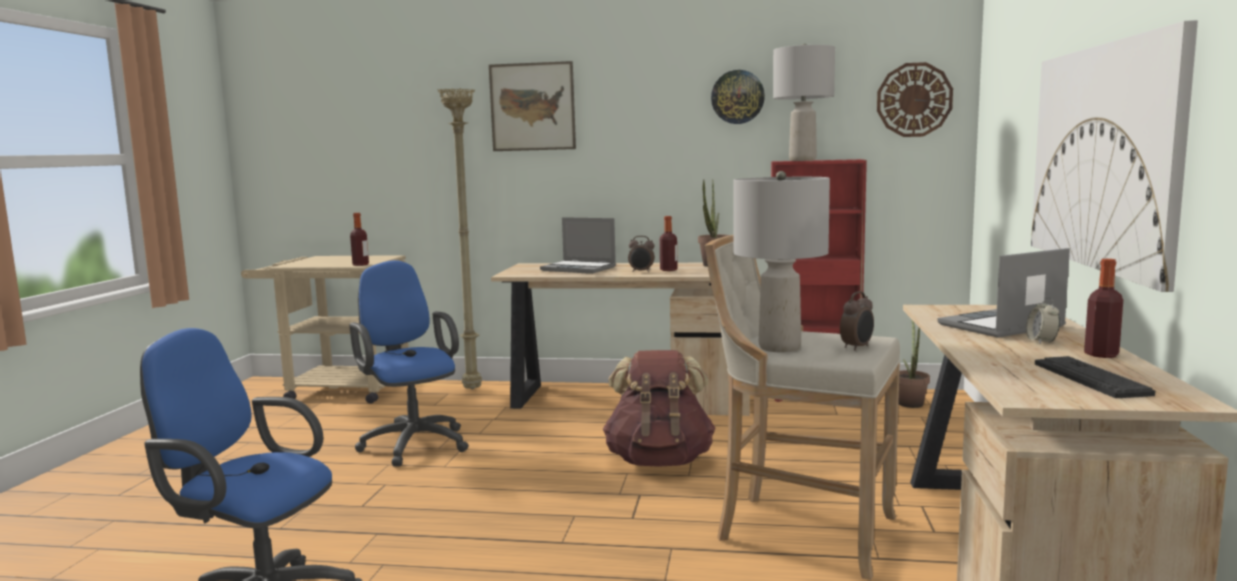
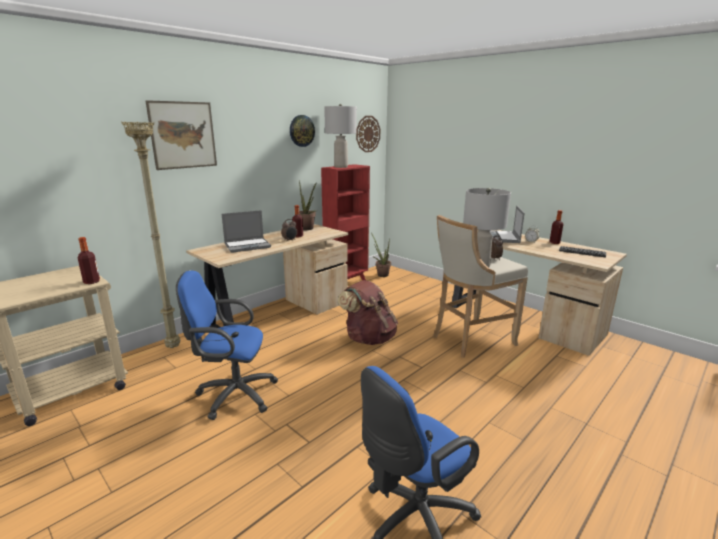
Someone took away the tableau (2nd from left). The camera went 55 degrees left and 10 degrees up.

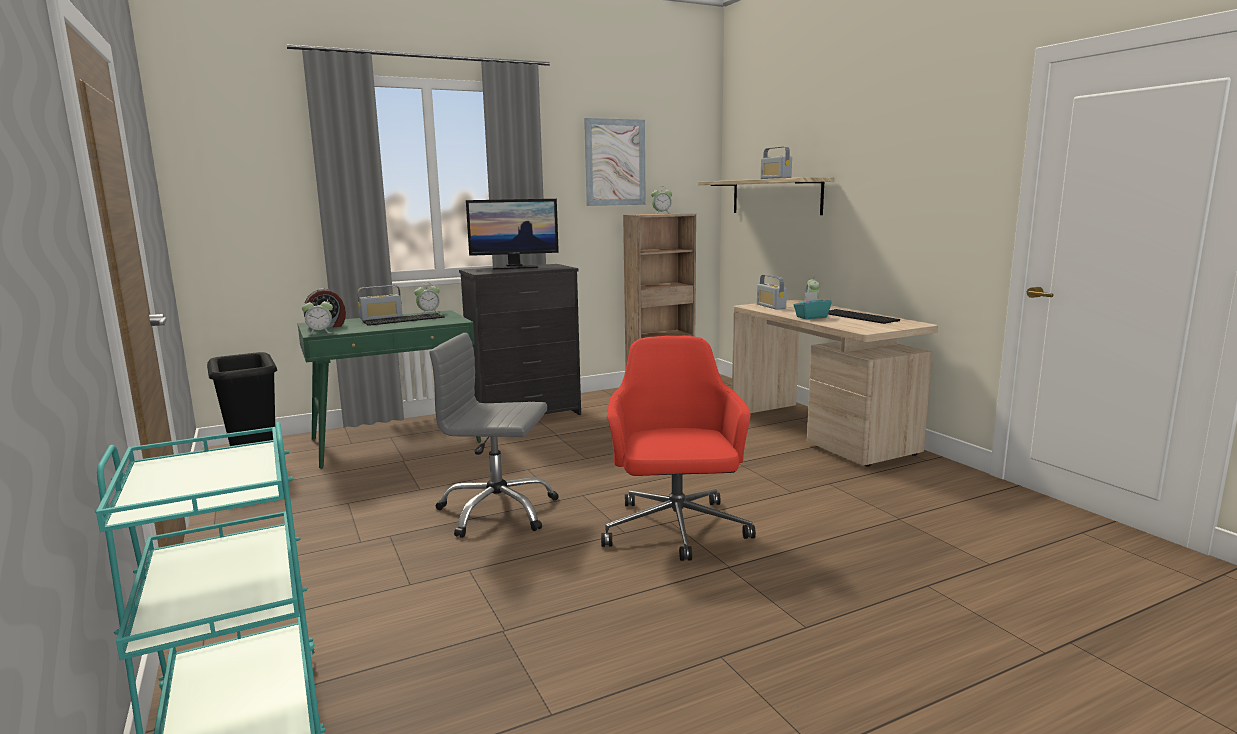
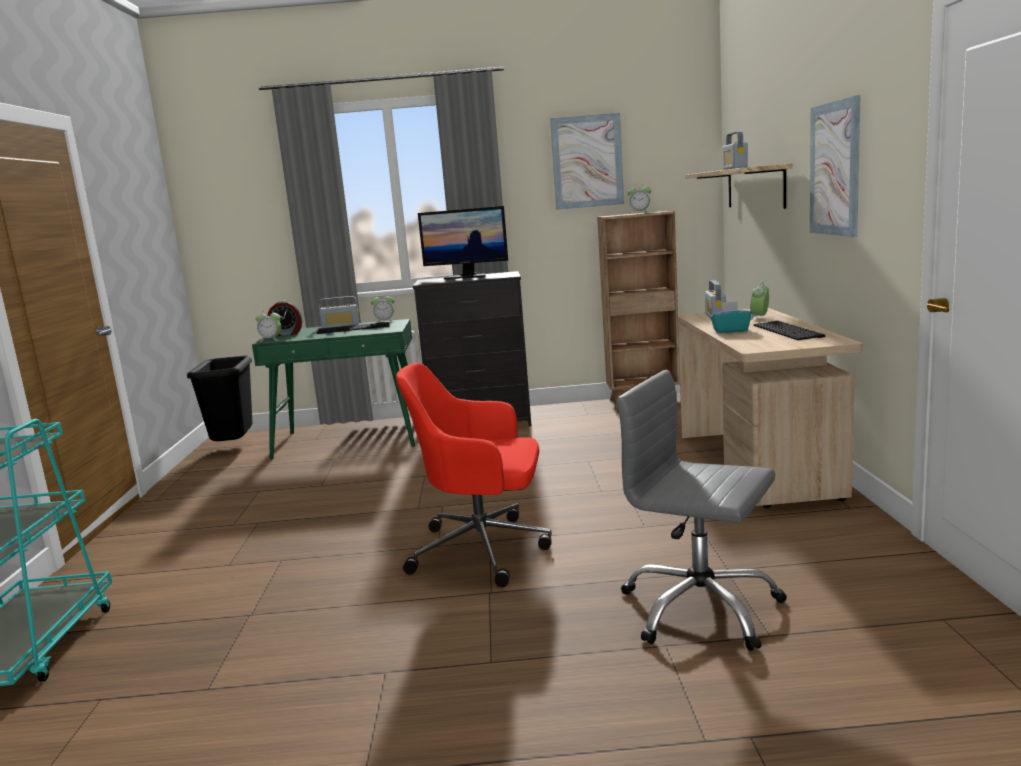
Someone carried the chaise de bureau (gris). Someone rotated the chaise de bureau (rouge) by 105 degrees counterclockwise. Someone put up the tableau (2nd from left). The camera went 25 degrees right and 0 degrees up.

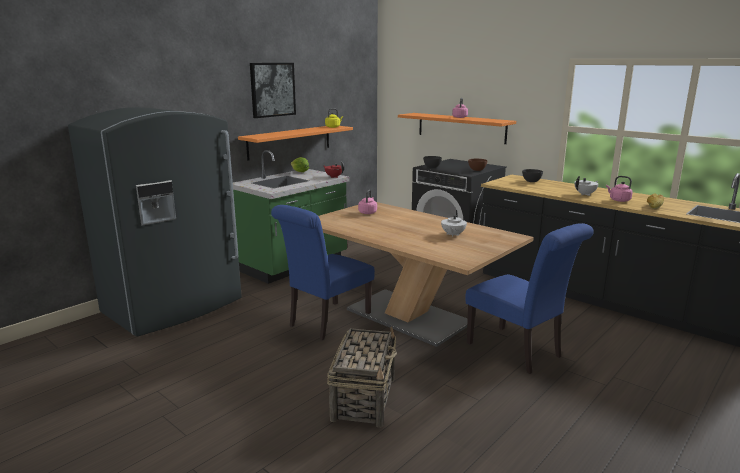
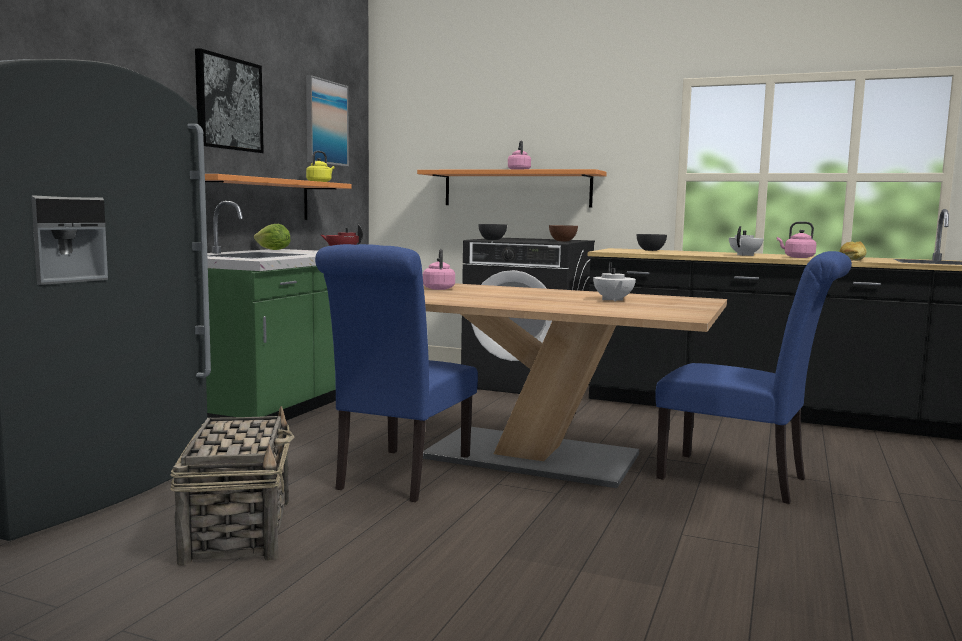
Someone carried the panier. Someone put up the tableau (2nd from left). The camera went 20 degrees left and 10 degrees down.

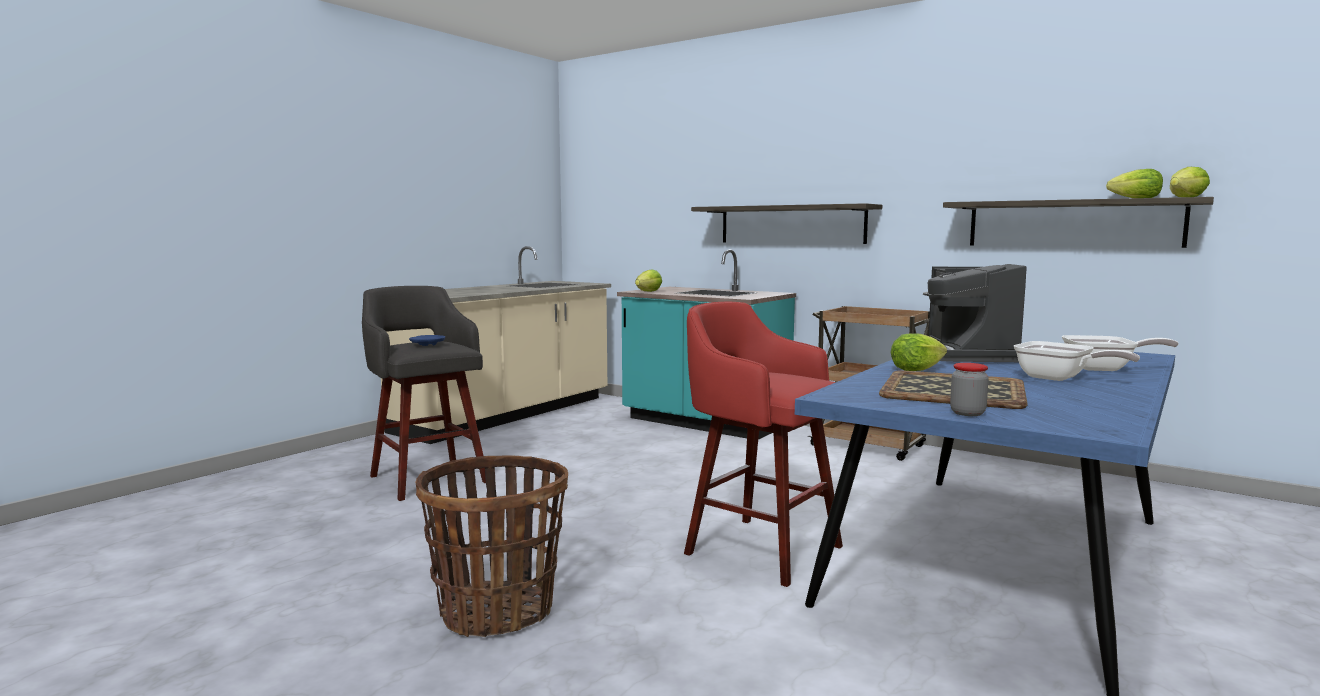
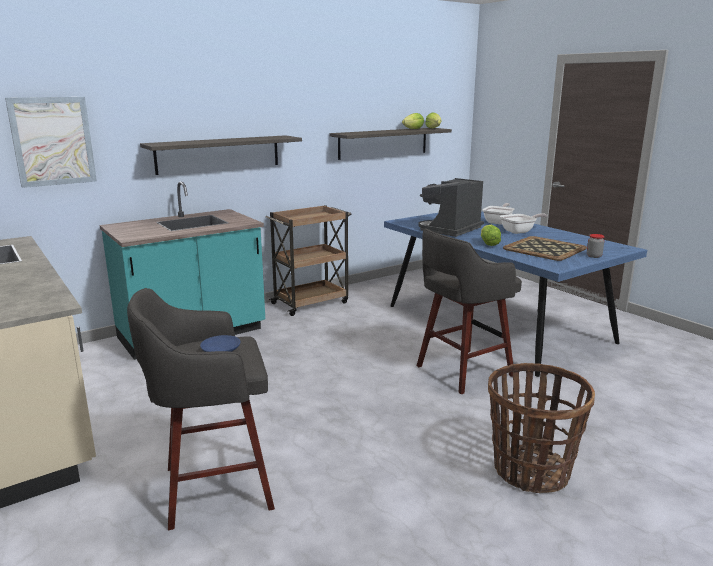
Someone rotated the machine à café by 105 degrees clockwise. Someone took away the laitue (1st from left). Someone repainted the tabouret (rouge), which became the tabouret (gris) (2nd from left). Someone put up the tableau. The camera went 70 degrees left and 10 degrees up.

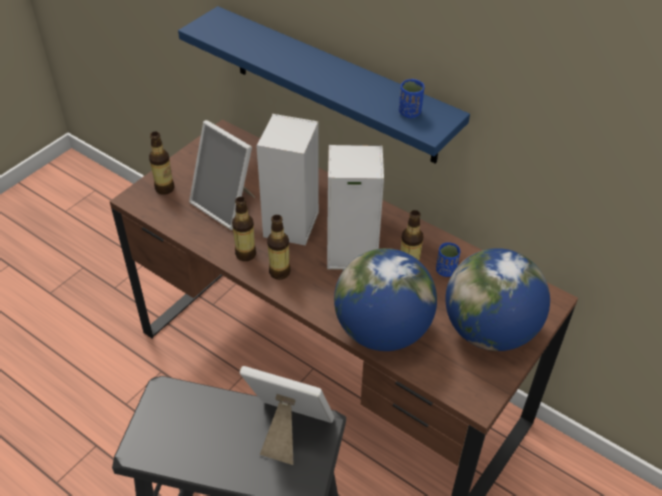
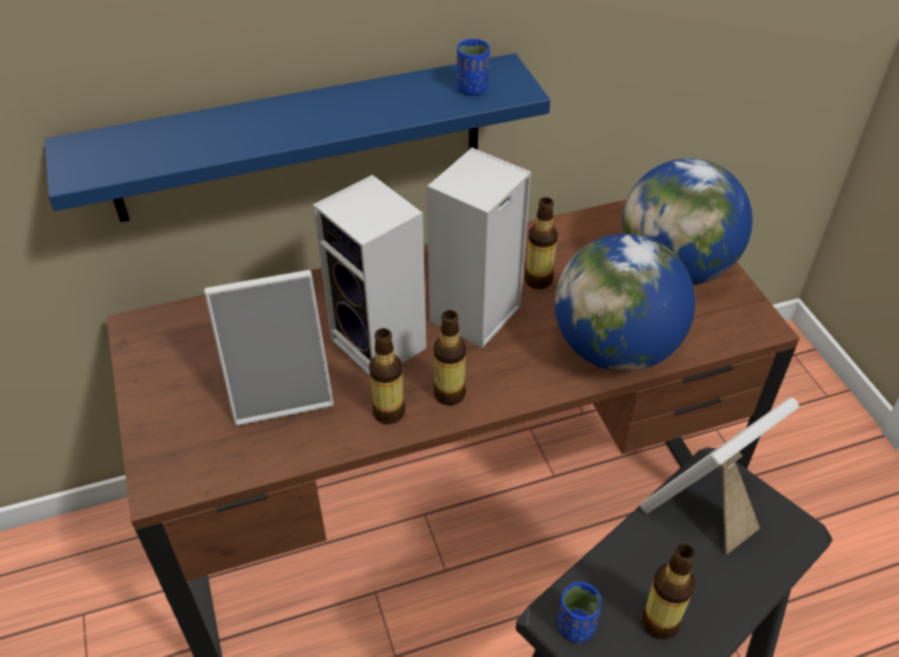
Someone carried the bouteille (1st from left in the first image). Someone carried the tasse (bleu) (2nd from left). The camera went 55 degrees left and 0 degrees up.

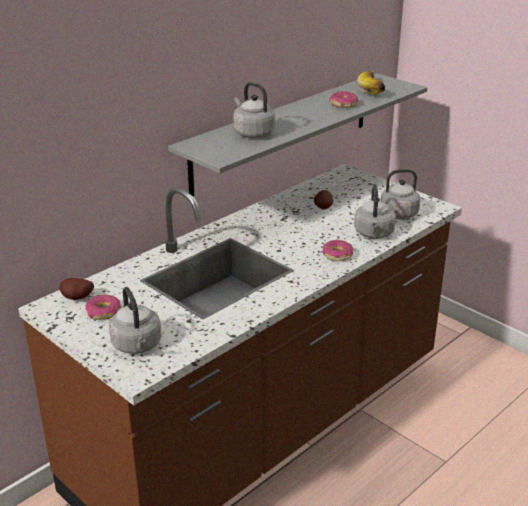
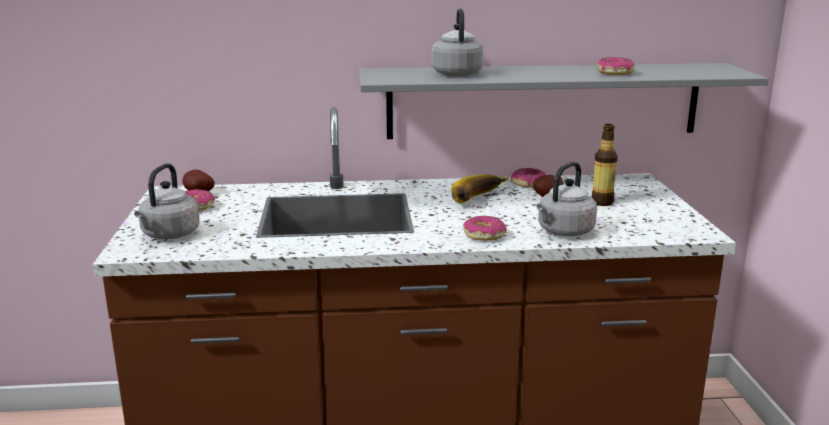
Someone carried the banane. Someone took away the bouilloire (gris) (4th from left). Someone put down the bouteille. Someone put down the beignet (3rd from left). The camera went 40 degrees right and 10 degrees down.

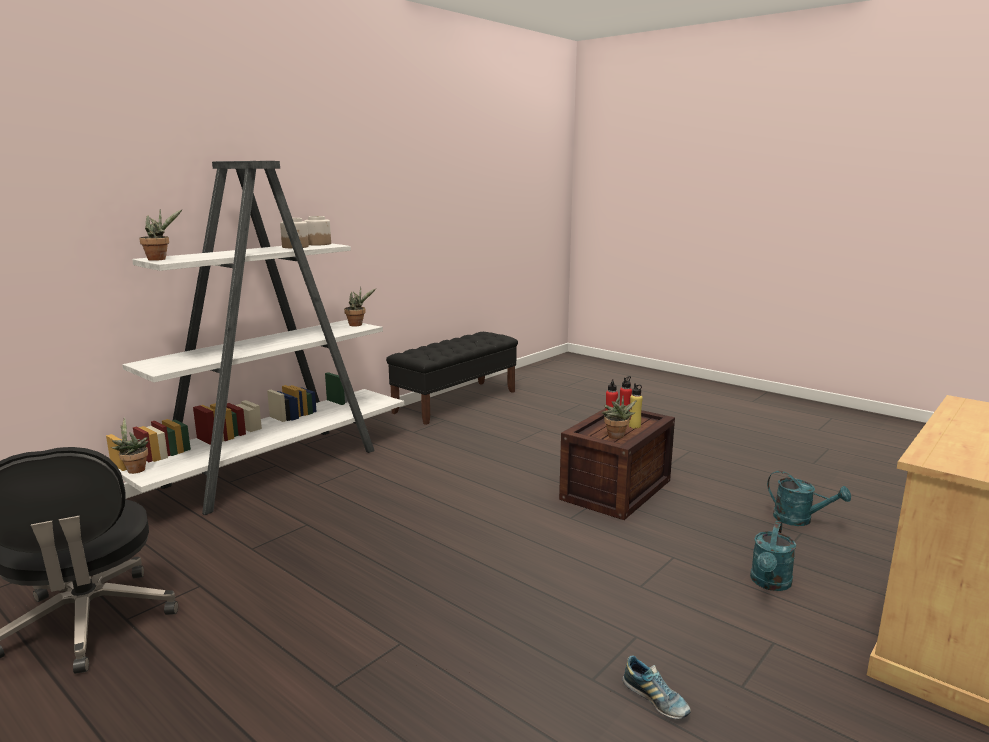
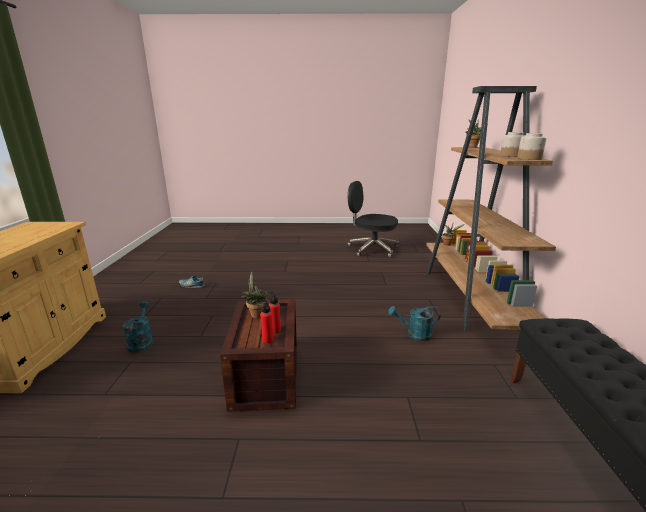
Someone repainted the bibliothèque (blanc), which became the bibliothèque (marron). Someone took away the plante en pot (3rd from left). Someone took away the bouteille (jaune). Someone carried the arrosoir (turquoise) (2nd from left). The camera went 140 degrees right and 5 degrees up.

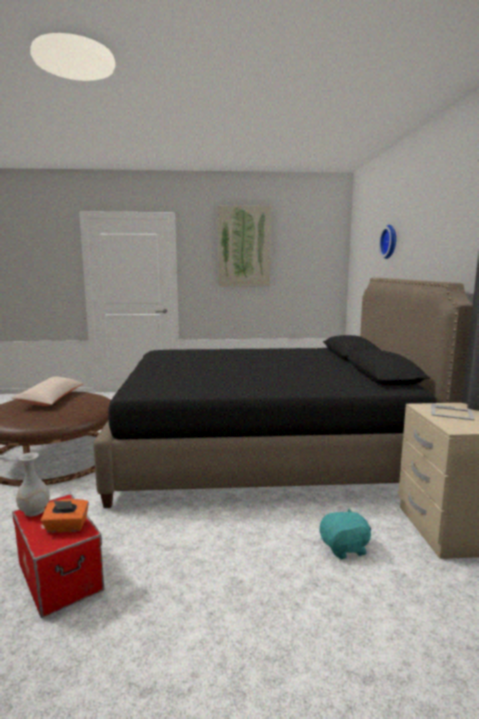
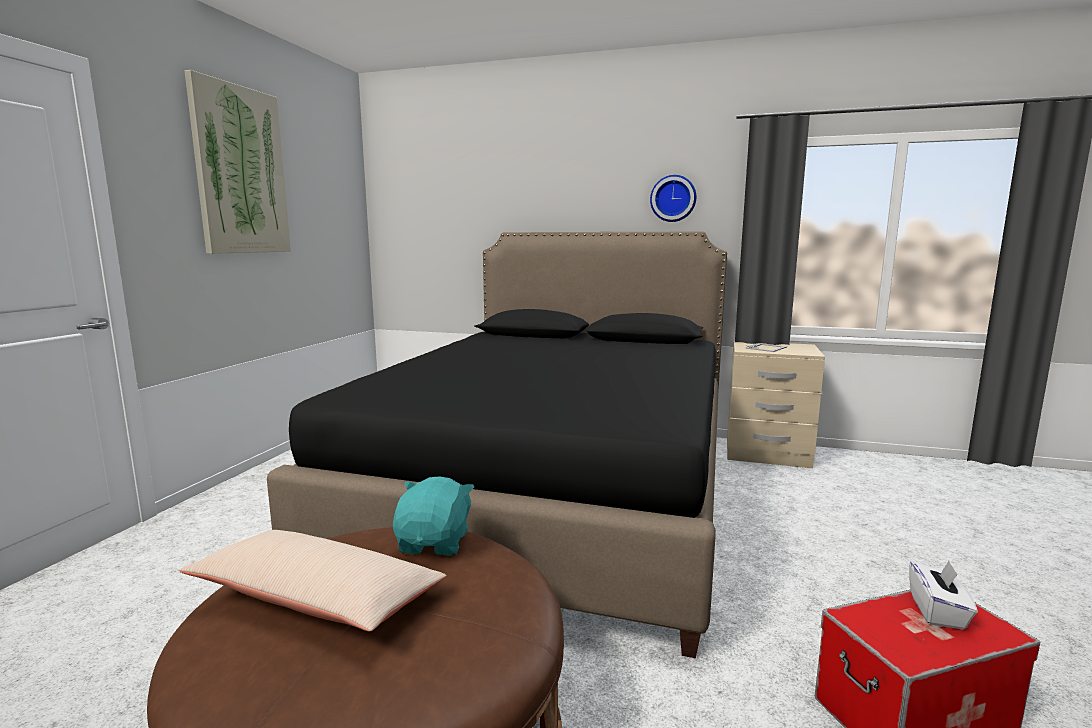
Someone carried the horloge murale. Someone took away the vase (blanc). Someone repainted the boîte à mouchoirs (orange), which became the boîte à mouchoirs (blanc). Someone carried the peluche (turquoise). The camera went 70 degrees left and 0 degrees up.

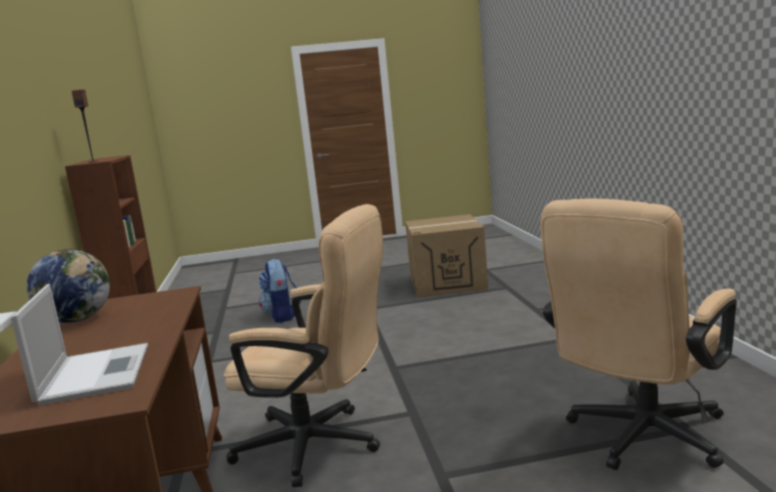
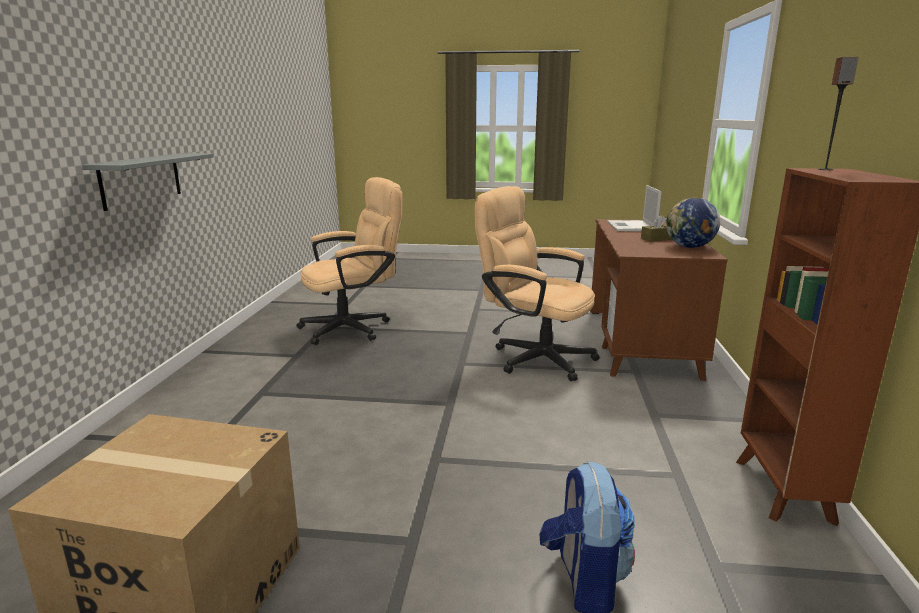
Someone put up the étagère (gris). Someone put down the boîte à mouchoirs (marron). The camera went 165 degrees left and 5 degrees up.

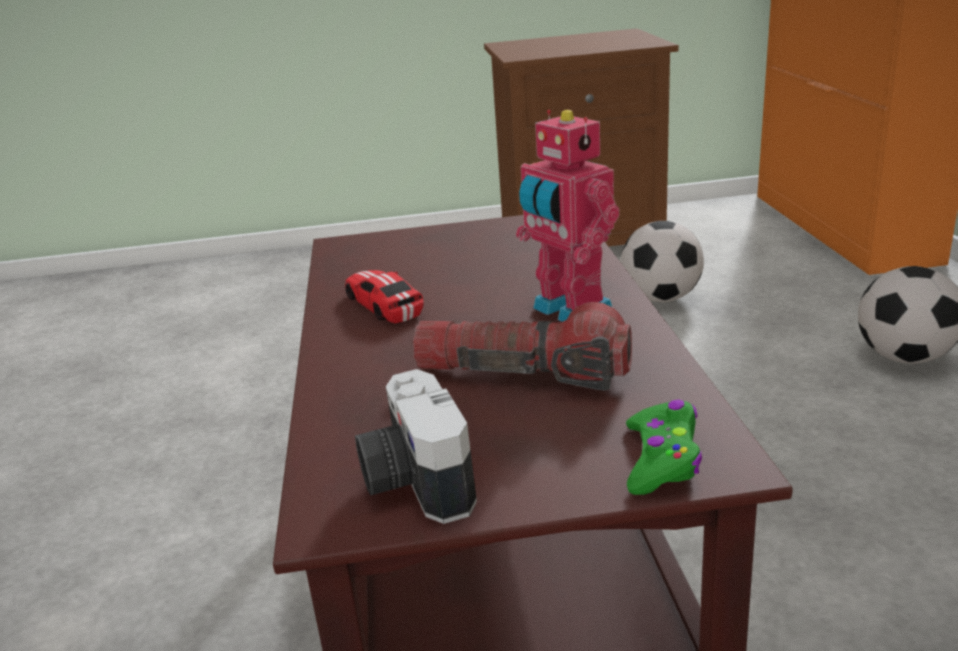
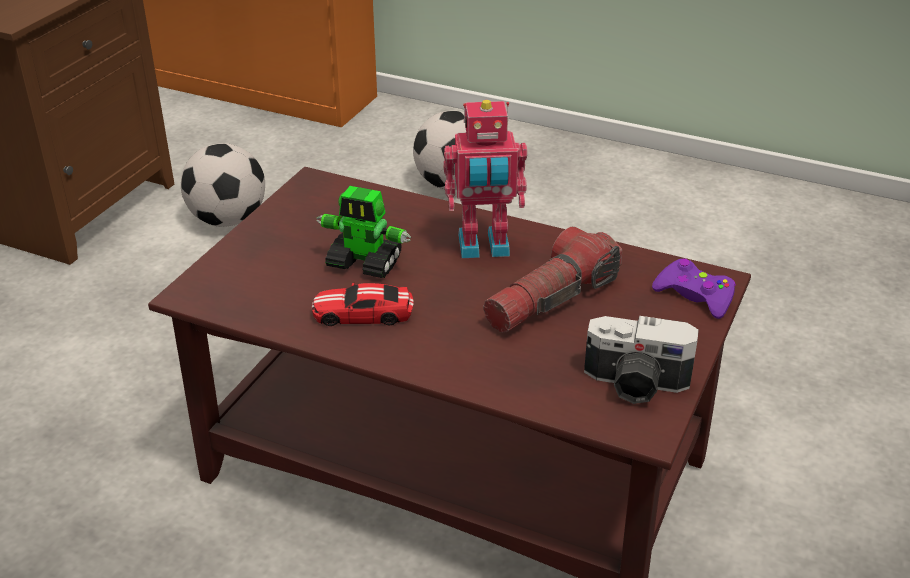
Someone repainted the manette (vert), which became the manette (violet). Someone put down the robot jouet (1st from left). The camera went 60 degrees left and 10 degrees up.

